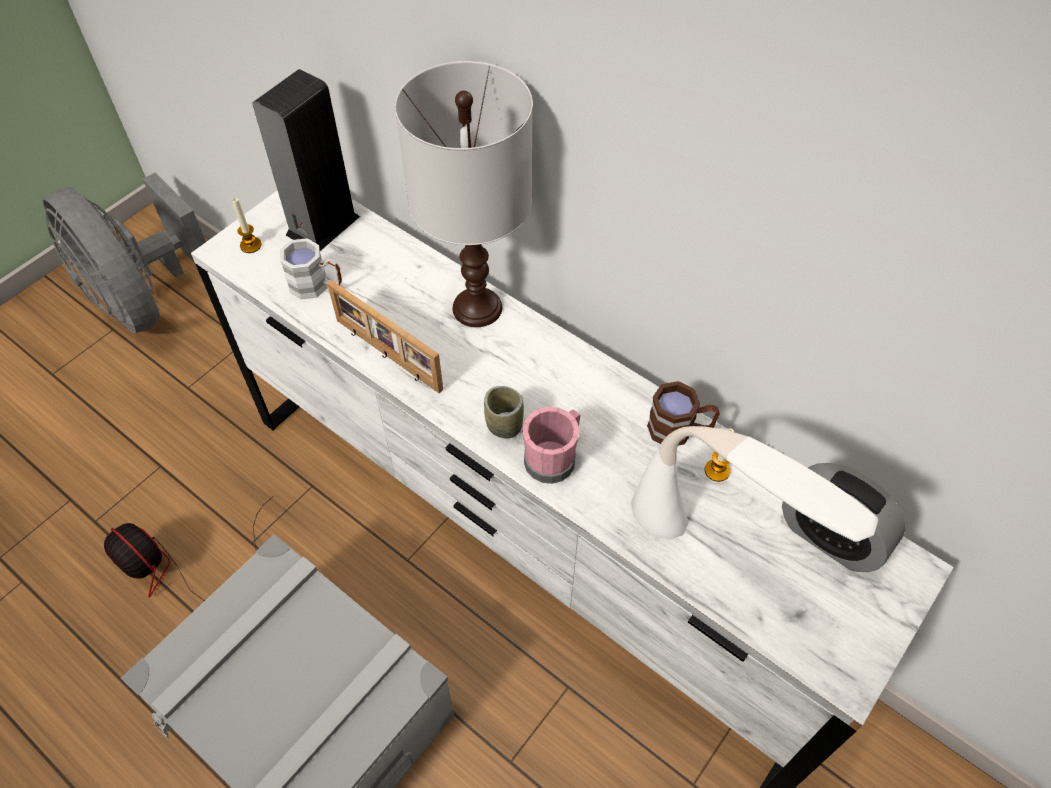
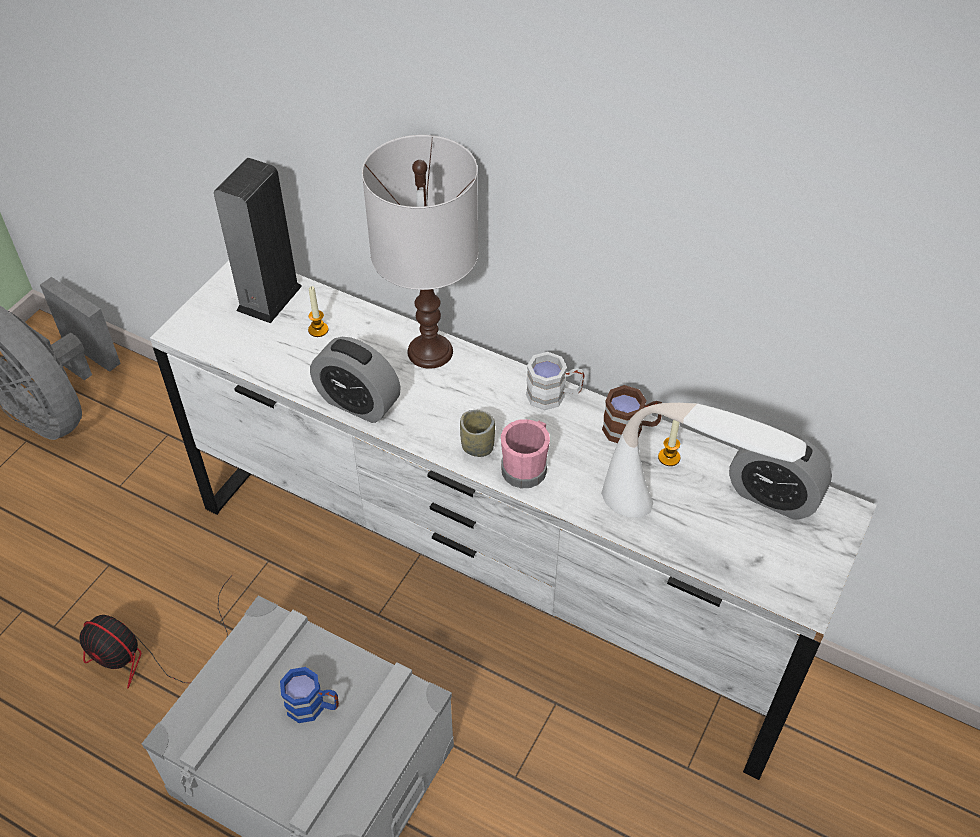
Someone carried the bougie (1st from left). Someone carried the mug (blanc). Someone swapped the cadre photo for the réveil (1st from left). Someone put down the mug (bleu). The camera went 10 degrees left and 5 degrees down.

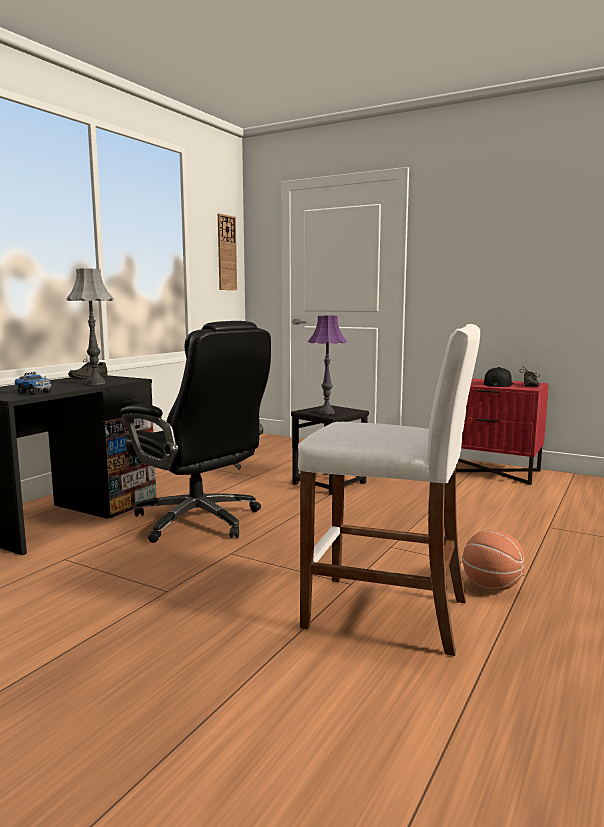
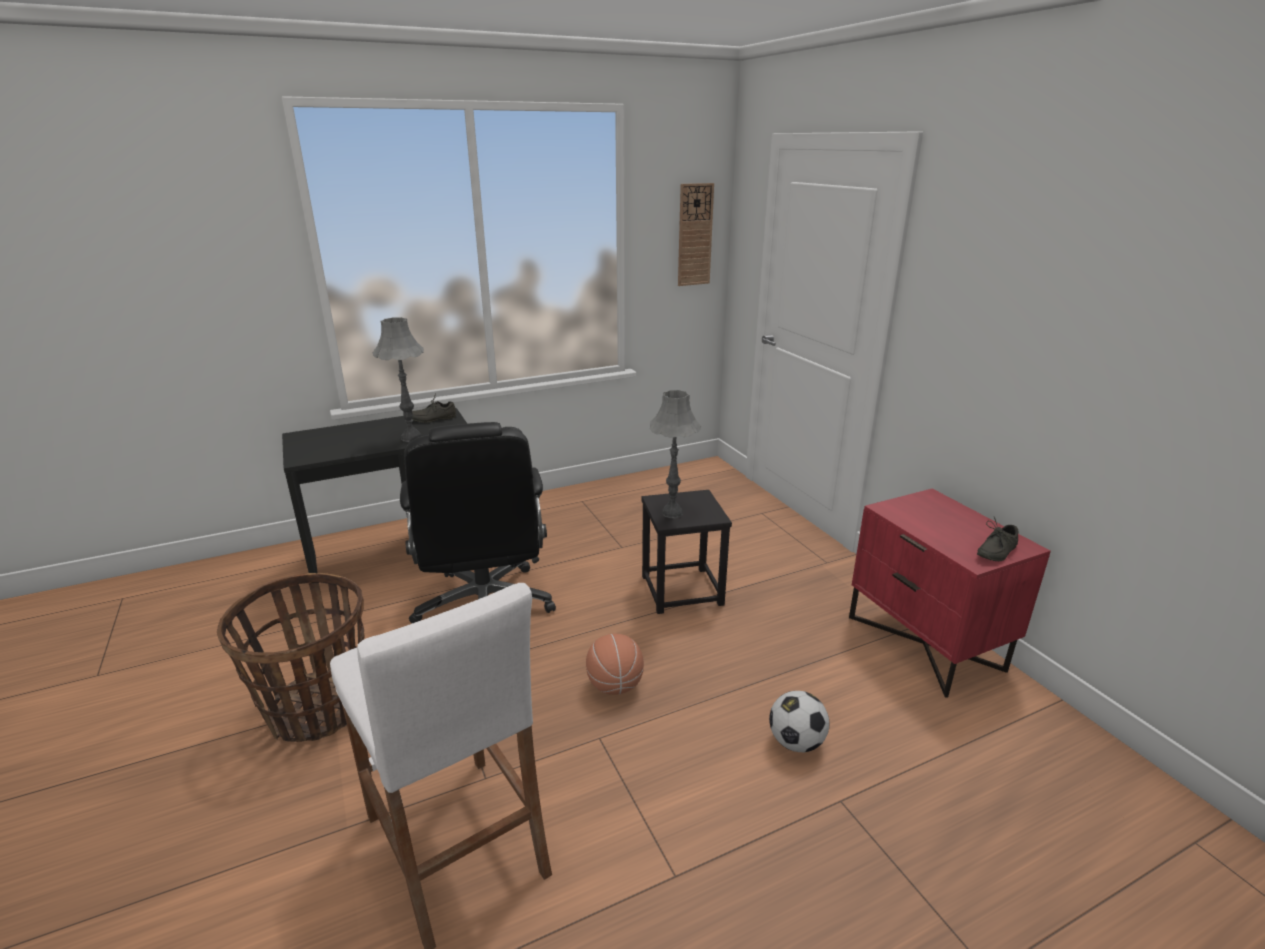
Someone repainted the lampe de table (violet), which became the lampe de table (gris) (2nd from left). Someone took away the casquette (noir). Someone took away the camion jouet. Someone carried the ballon de basket. Someone put down the panier. Someone put down the ballon de foot. The camera went 35 degrees right and 15 degrees up.

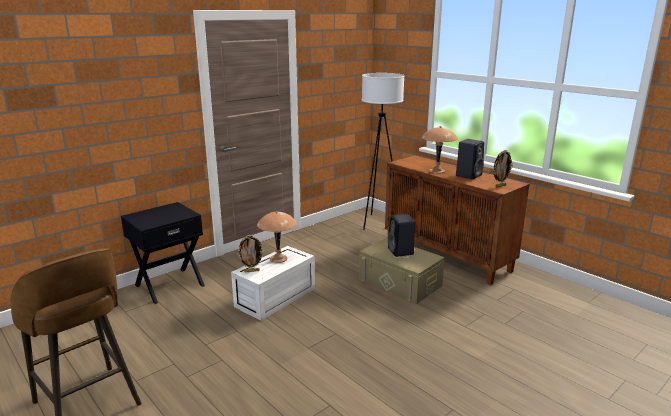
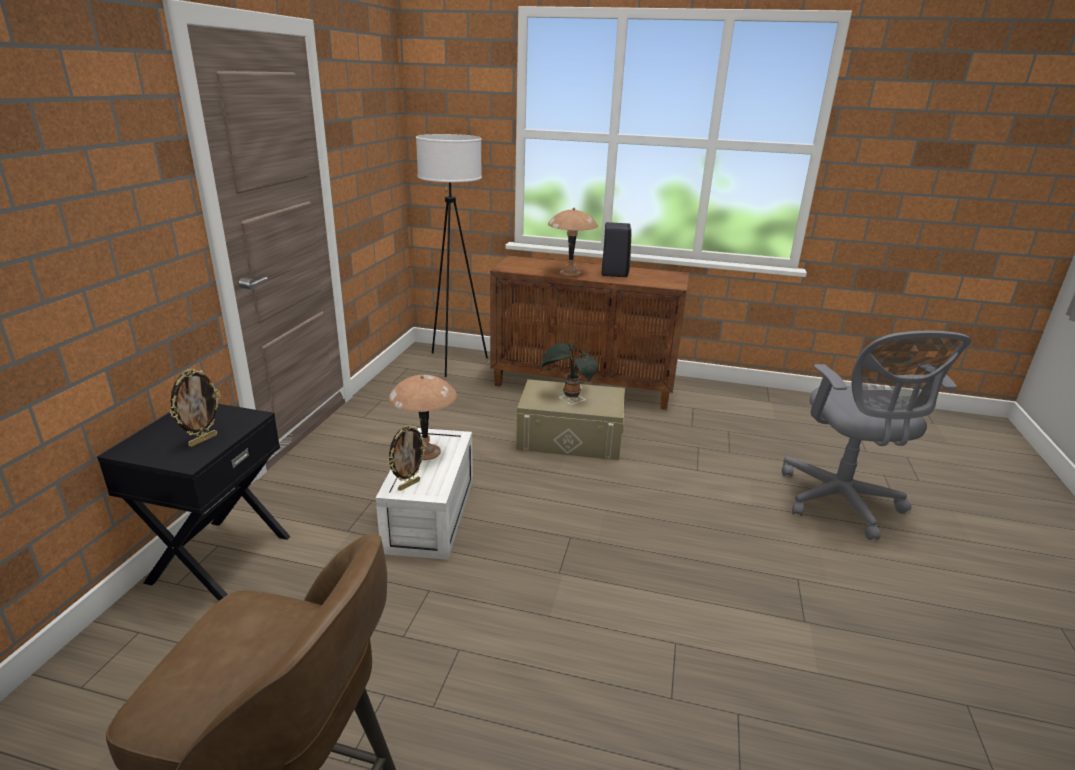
Someone carried the cadre photo (2nd from left in the first image). Someone swapped the enceinte (noir) (1st from left) for the plante en pot. Someone put down the chaise de bureau (gris). The camera went 35 degrees left and 5 degrees up.

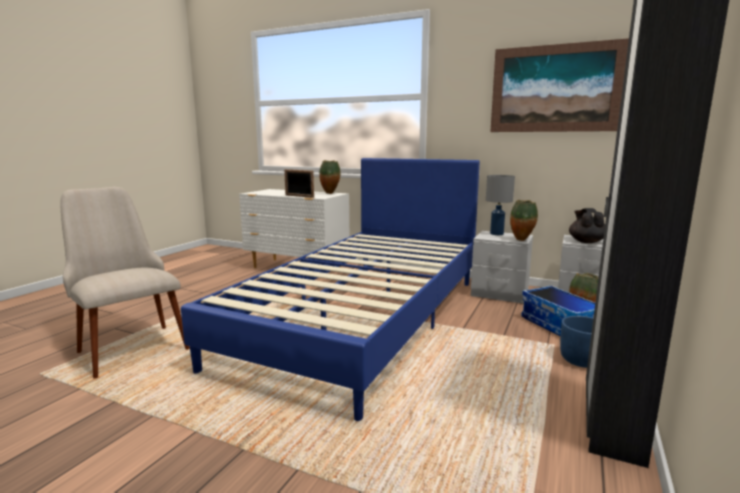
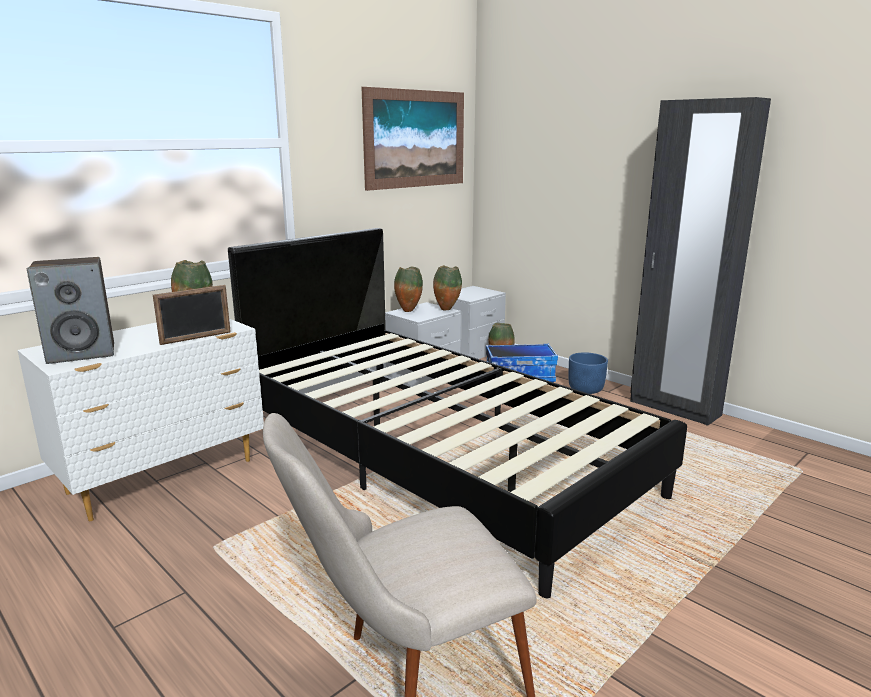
Someone repainted the lit (bleu), which became the lit (noir). Someone swapped the lampe de table (gris) for the vase (2nd from left). Someone took away the théière (noir). Someone put down the enceinte. The camera went 70 degrees left and 5 degrees up.

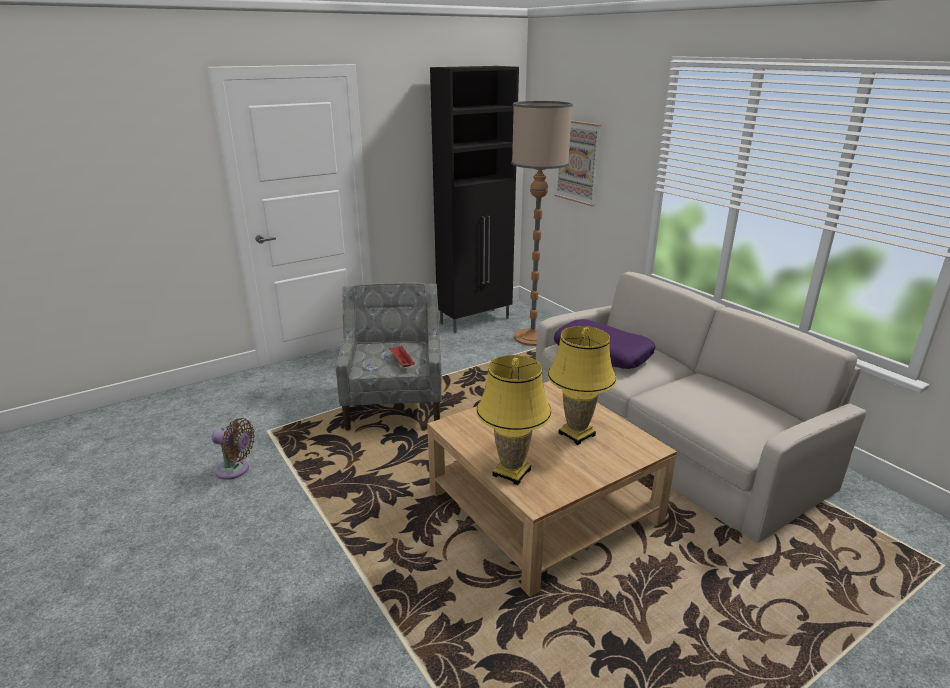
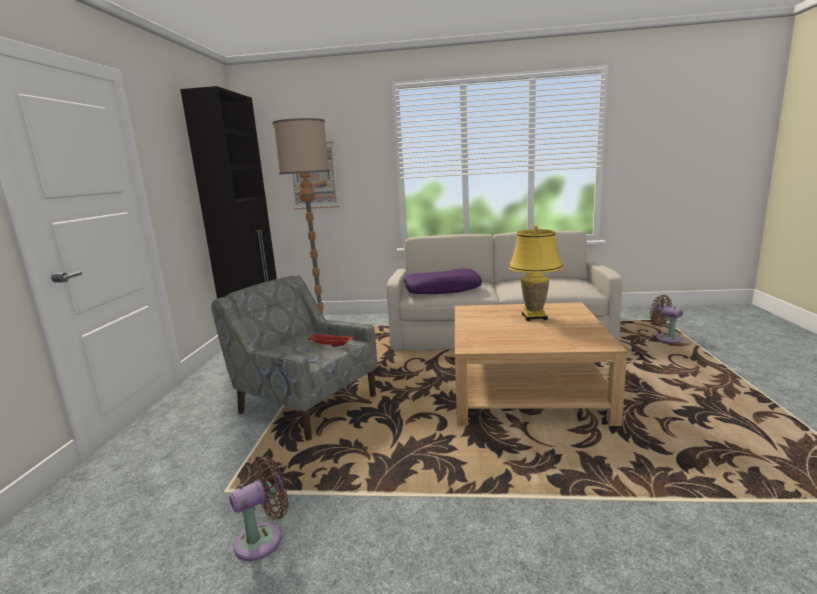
Someone took away the lampe de table (jaune) (1st from left). Someone put down the ventilateur (marron) (2nd from left). The camera went 50 degrees left and 10 degrees down.

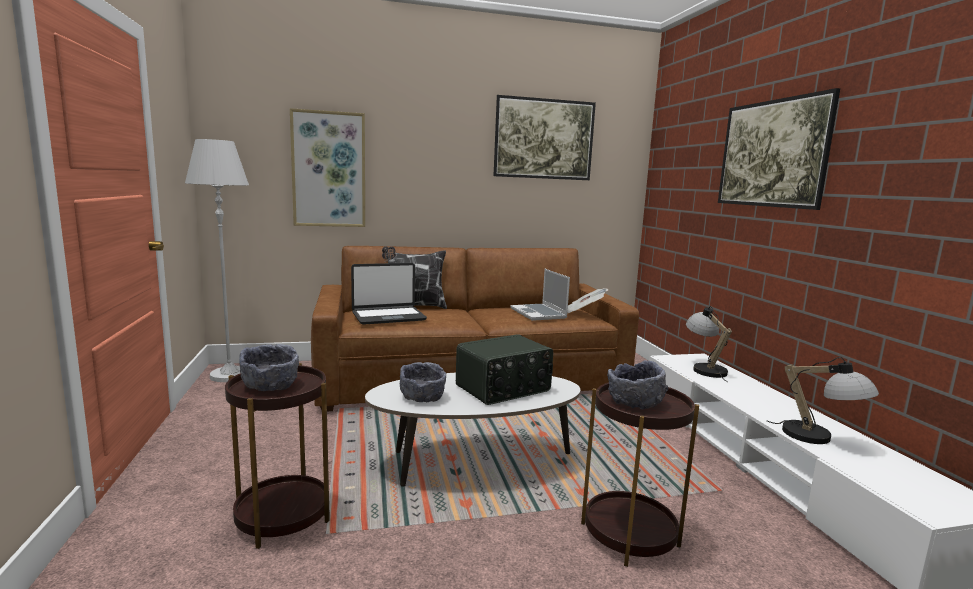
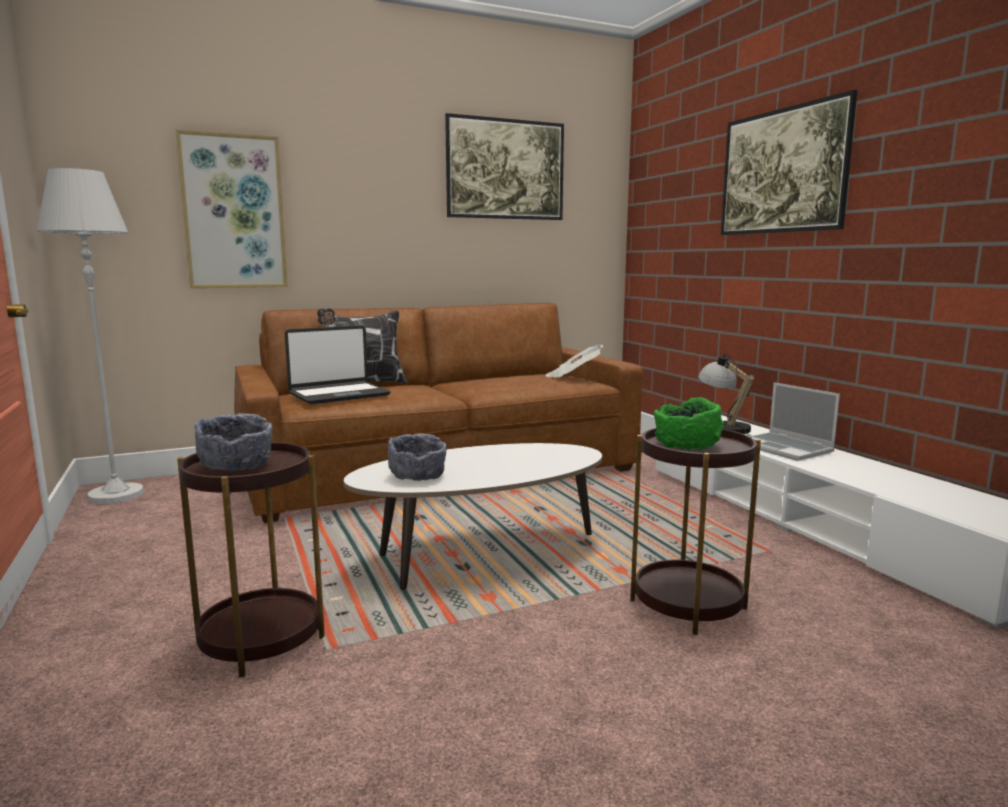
Someone carried the ordinateur portable (2nd from left). Someone took away the radio. Someone took away the lampe de table (2nd from left). Someone repainted the bol (gris) (3rd from left), which became the bol (vert). The camera went 10 degrees left and 0 degrees up.

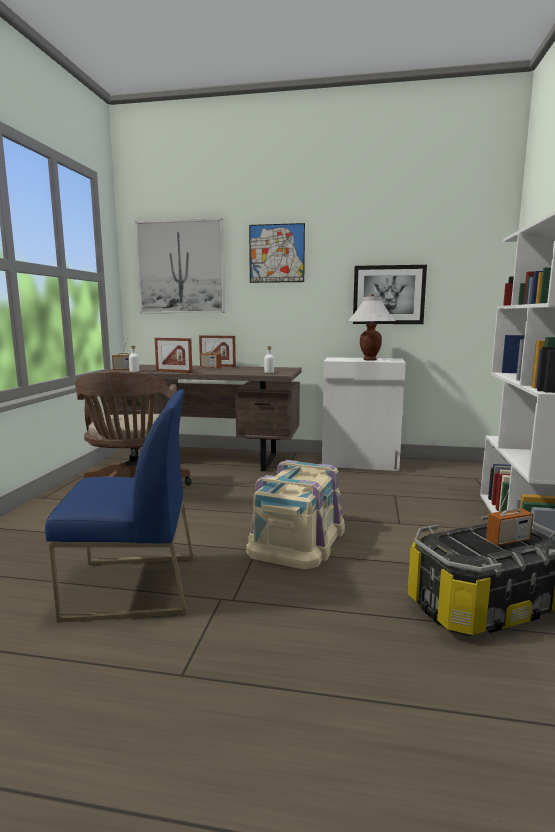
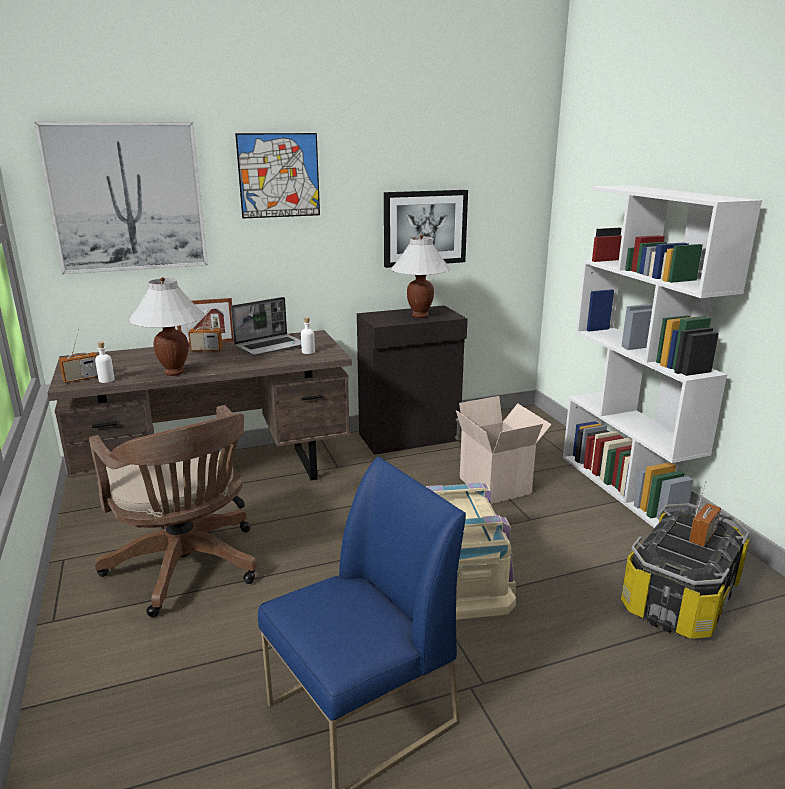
Someone swapped the cadre photo (1st from left) for the lampe de table (blanc) (1st from left). Someone repainted the meuble de rangement (blanc), which became the meuble de rangement (noir). Someone put down the ordinateur portable. Someone put down the carton. The camera went 30 degrees left and 10 degrees up.

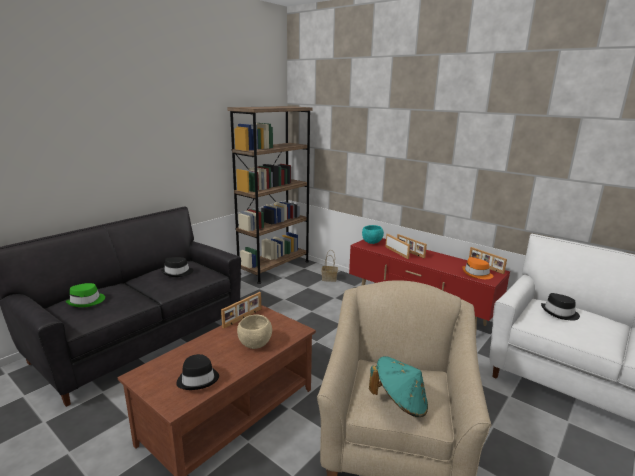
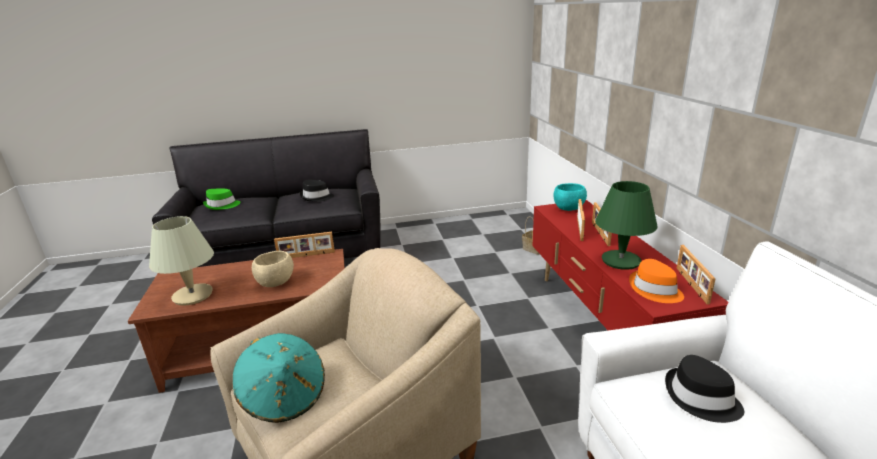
Someone took away the bibliothèque (marron). Someone swapped the chapeau (noir) (2nd from left) for the lampe de table (beige). Someone put down the lampe de table (vert). The camera went 40 degrees right and 5 degrees up.

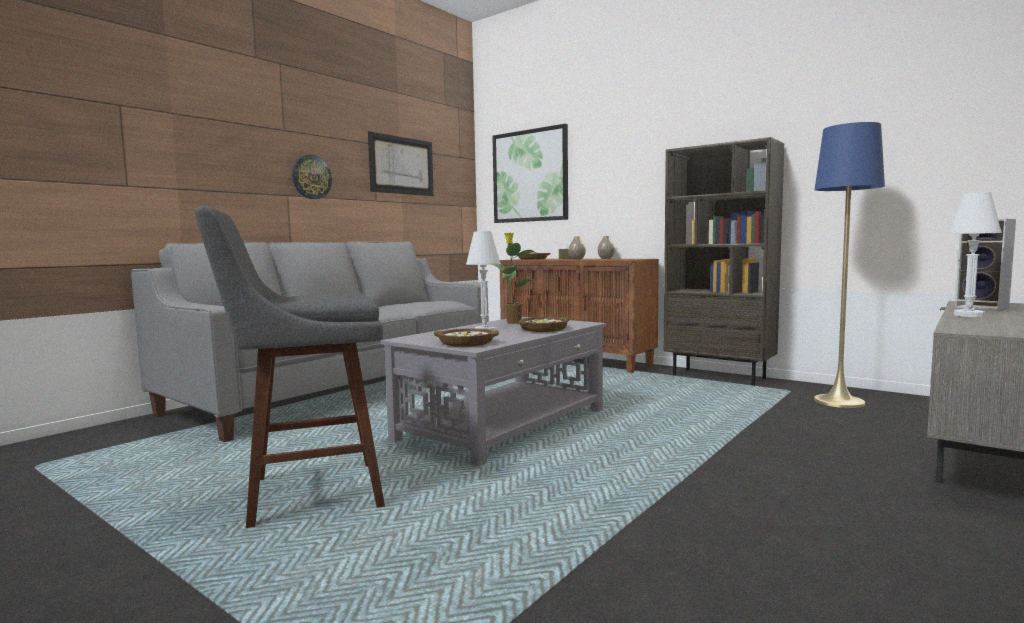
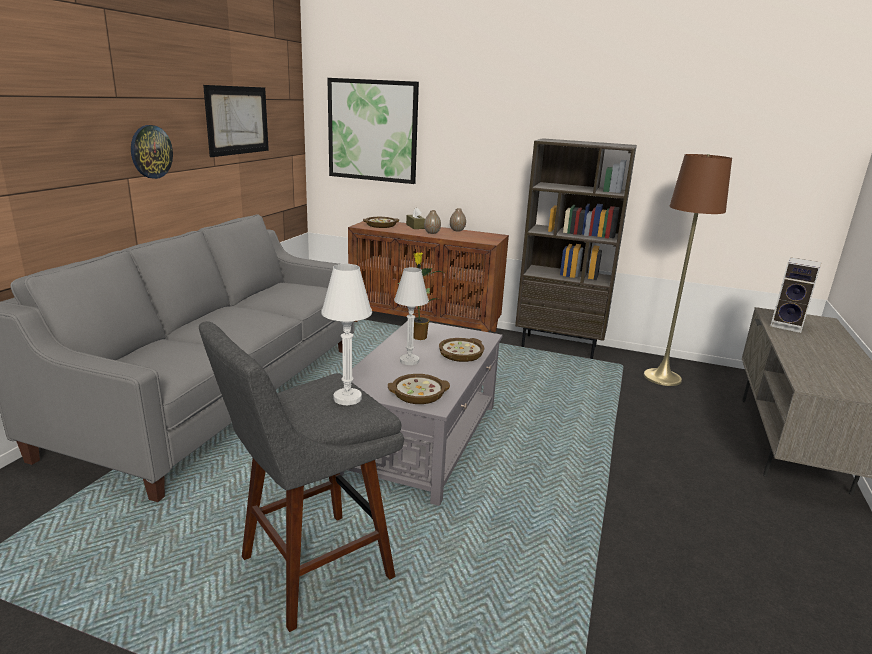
Someone repainted the lampadaire (bleu), which became the lampadaire (marron). Someone carried the lampe de table (blanc) (2nd from left in the first image). The camera went 20 degrees left and 15 degrees up.

